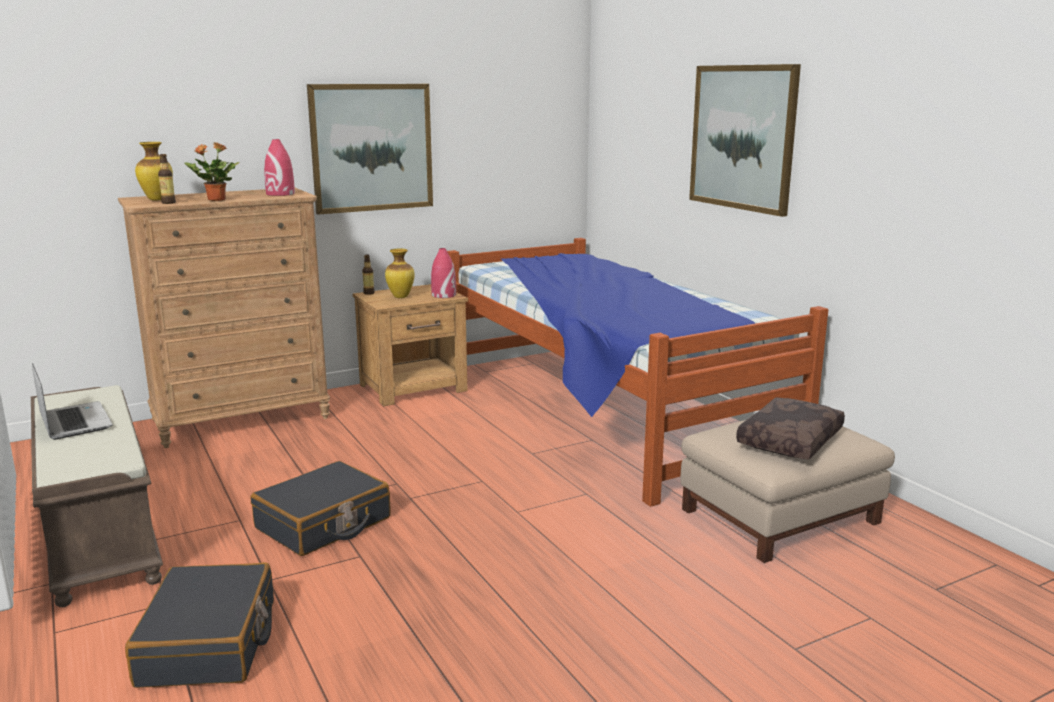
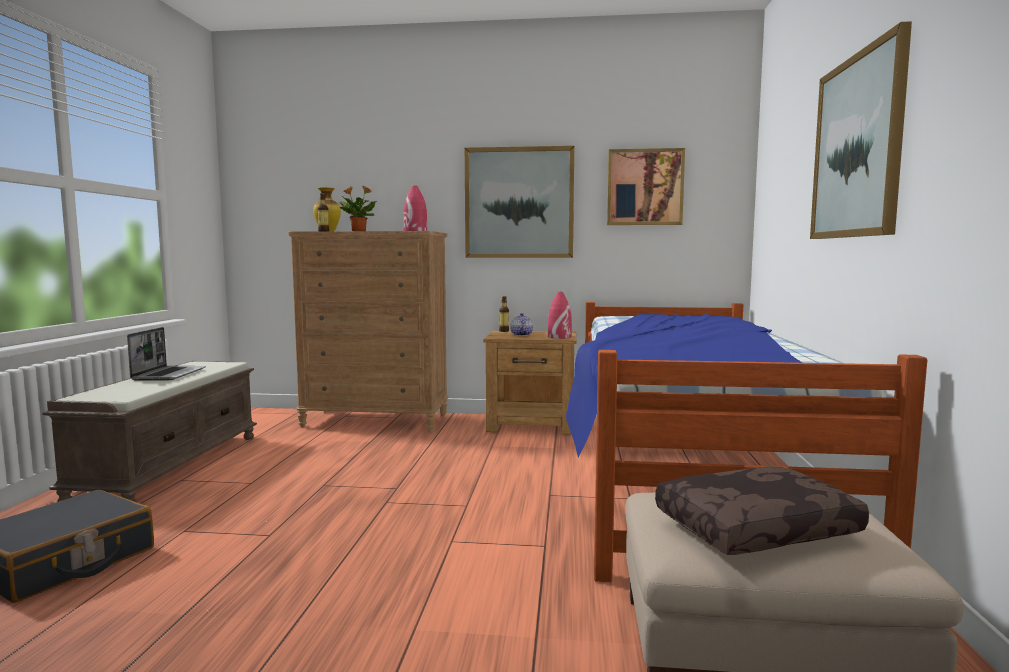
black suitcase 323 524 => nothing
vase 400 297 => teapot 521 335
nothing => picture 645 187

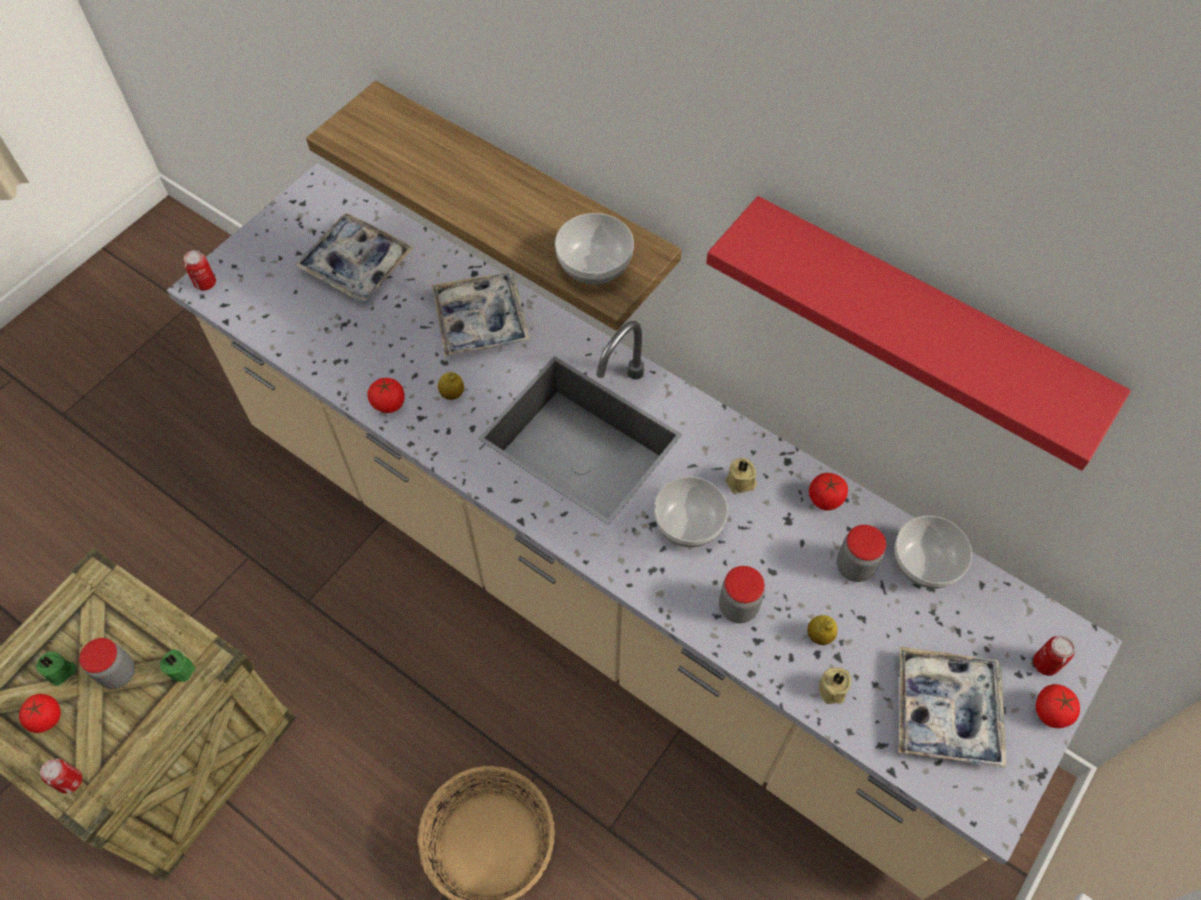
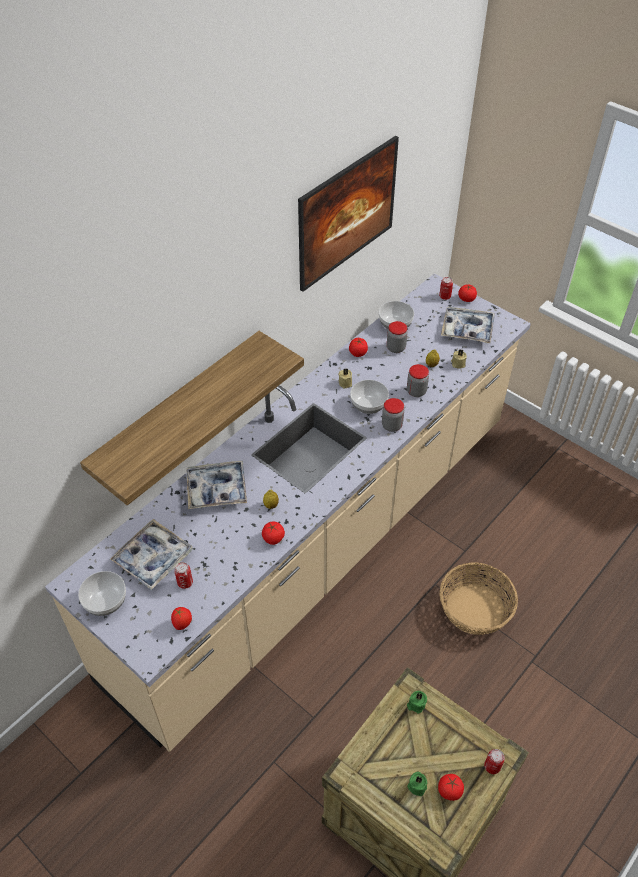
jar 118 673 => jar 392 425, shifted
can 205 283 => can 185 582, shifted
bowl 595 266 => bowl 106 601, shifted
red shelf 919 321 => picture 346 235
nothing => tomato 182 624

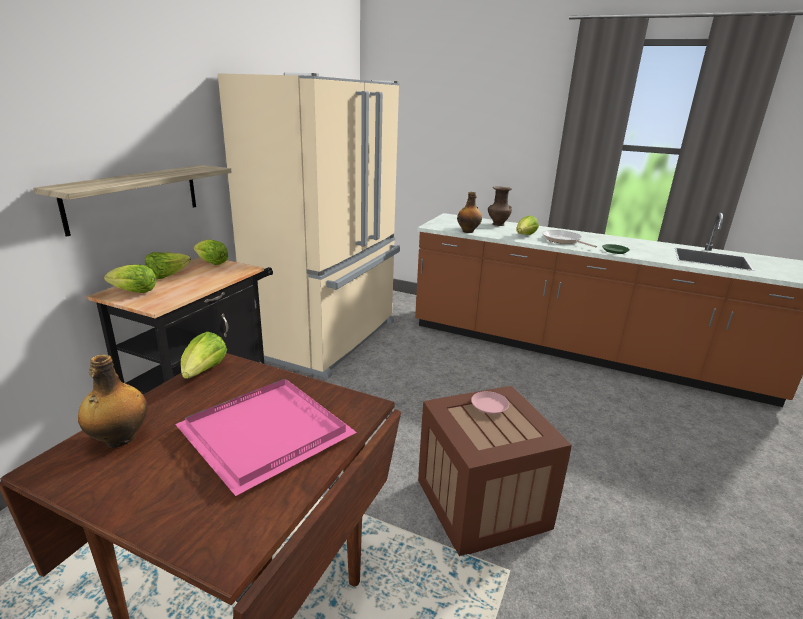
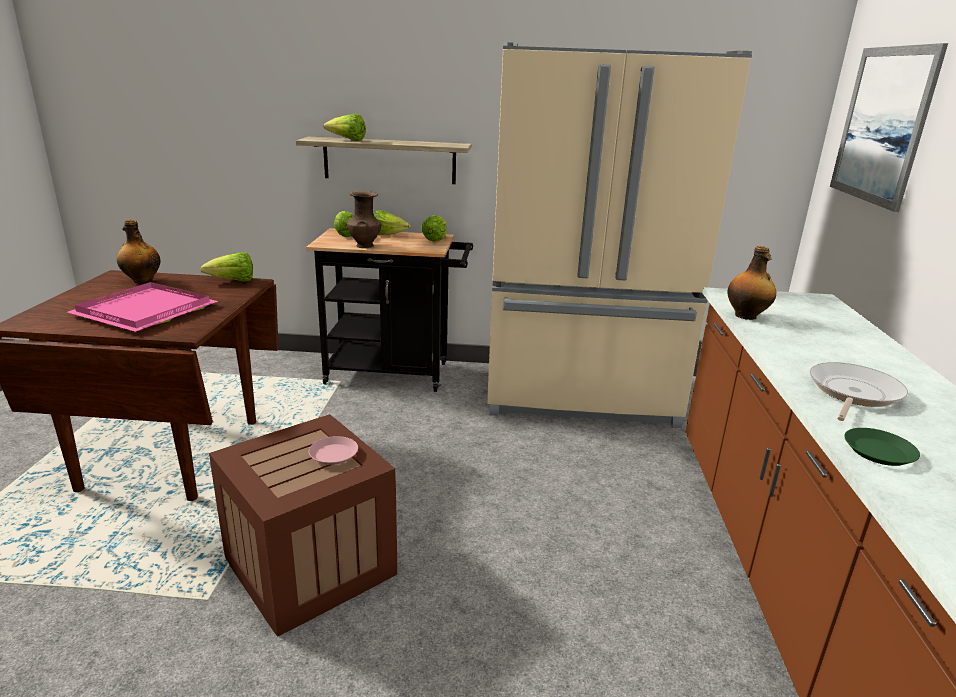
brown vase 497 224 => brown vase 364 246, shifted
lettuce 525 236 => lettuce 347 140, shifted
nothing => picture 882 125

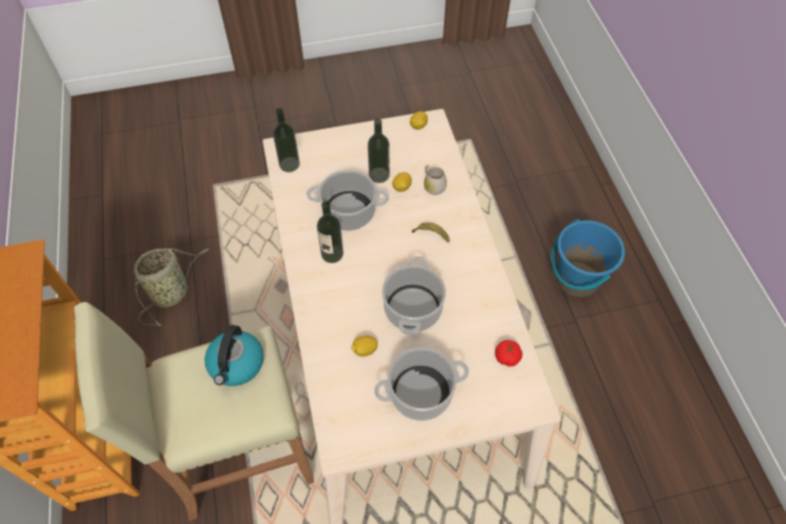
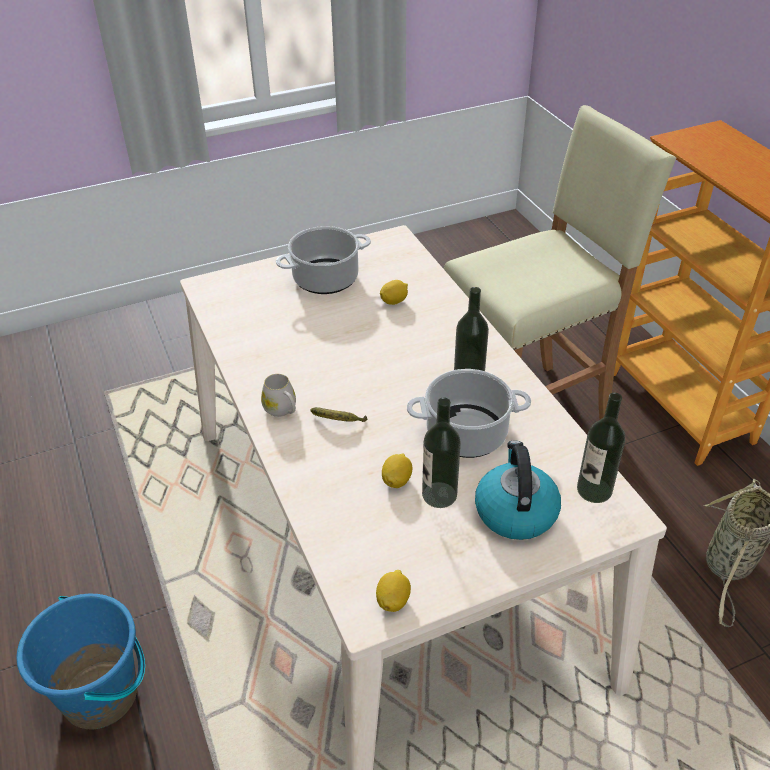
kettle 236 365 => kettle 515 511, shifted
cooking pot 412 308 => nothing
white mug 433 186 => white mug 282 410, shifted
tomato 507 357 => nothing

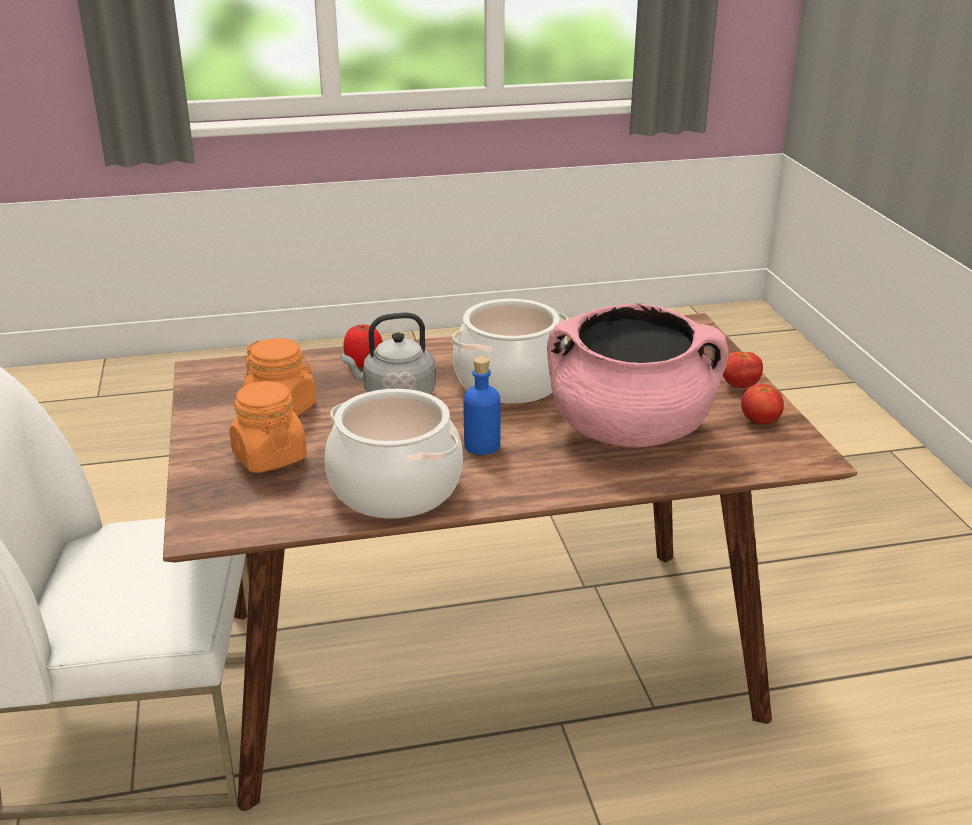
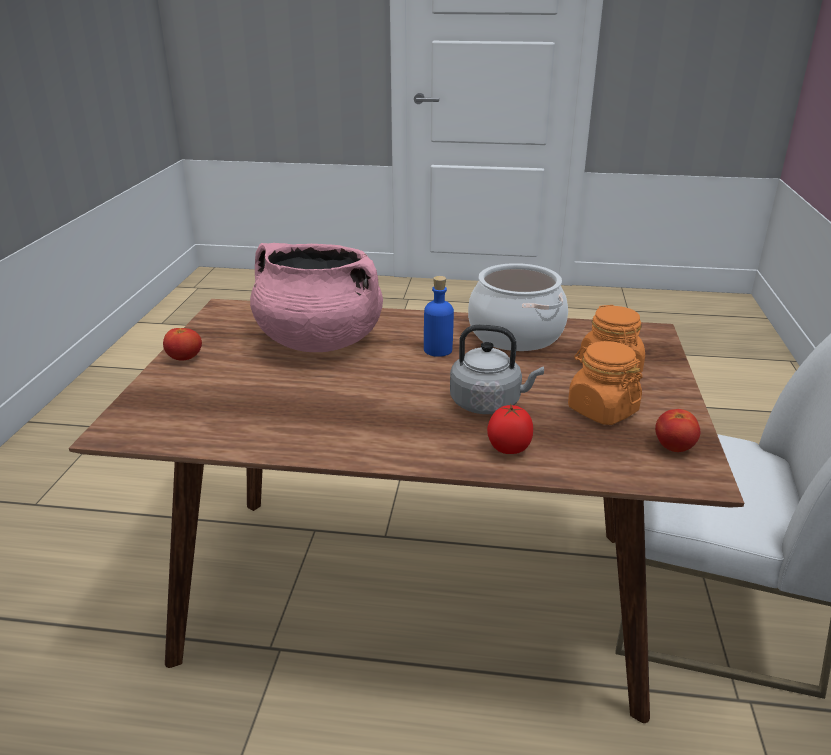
cooking pot 510 383 => nothing
tomato 759 422 => tomato 674 447, shifted

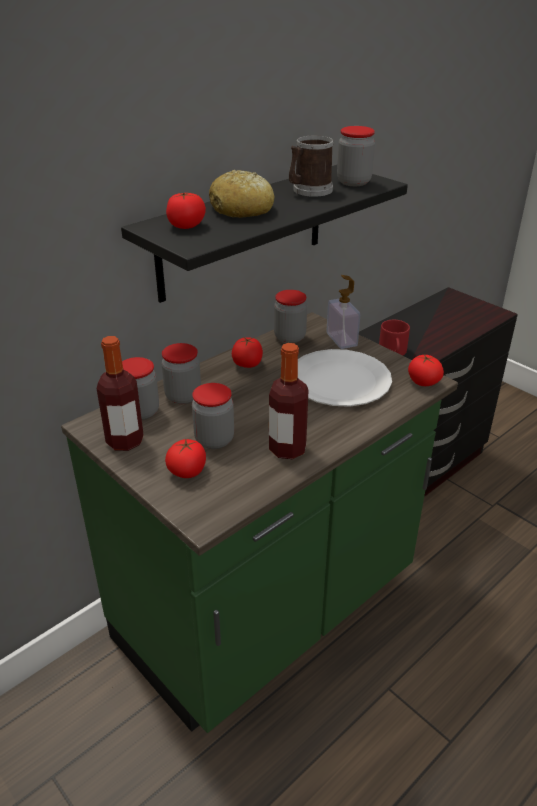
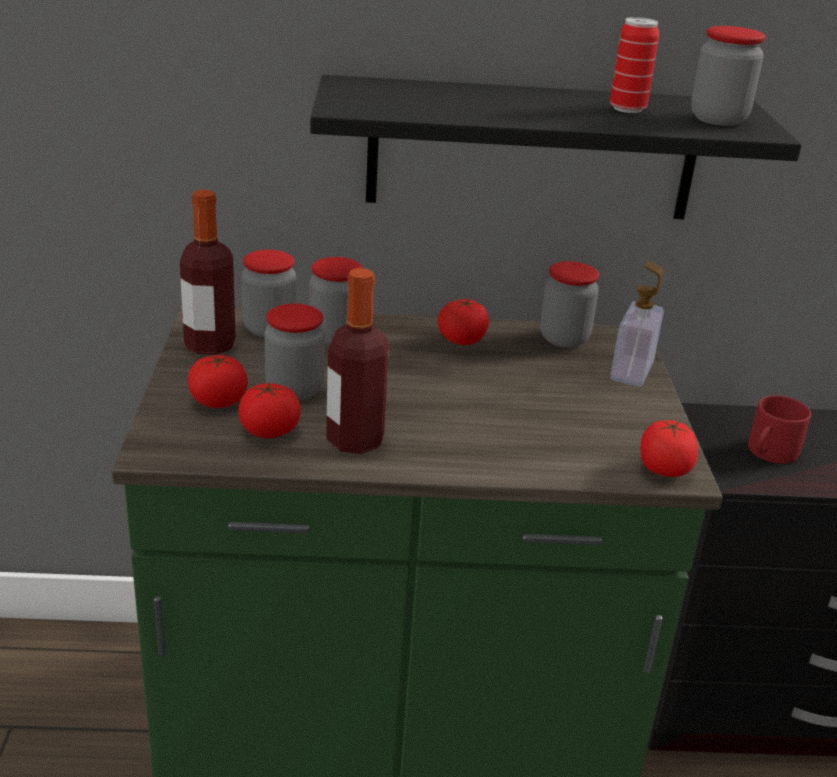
tomato 186 226 => tomato 270 431, shifted
bread 242 209 => nothing
mug 309 190 => can 627 109
white plate 339 380 => nothing

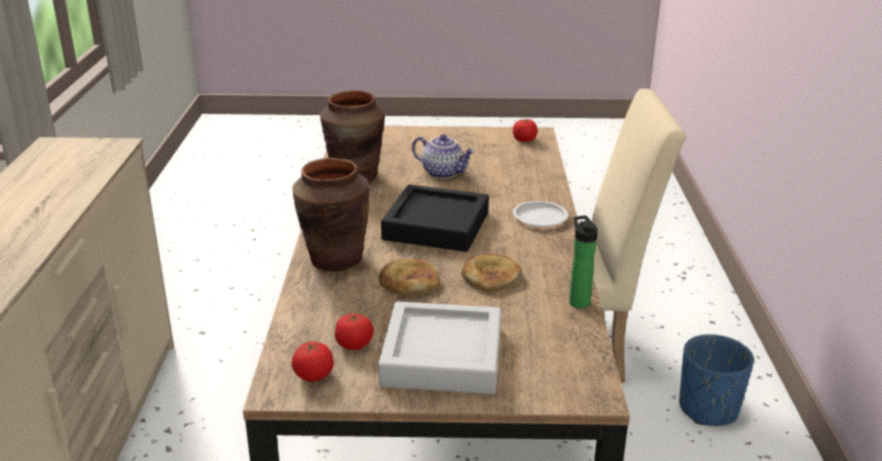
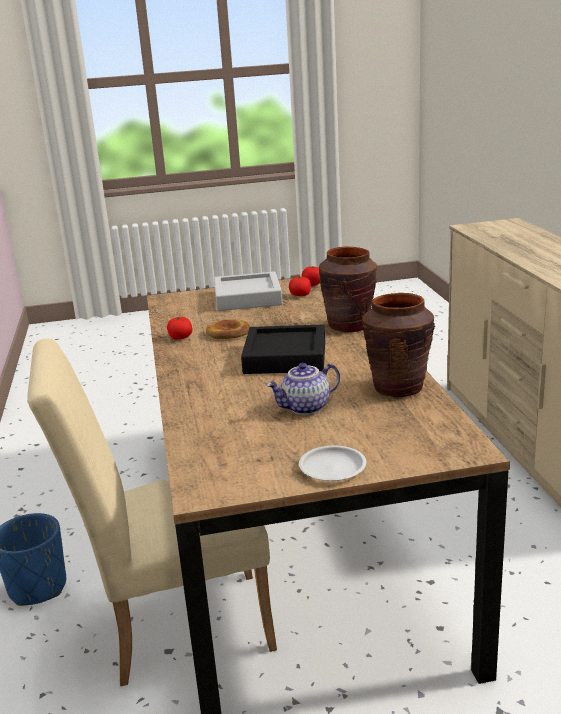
bread 409 281 => nothing
teapot 443 173 => teapot 305 408, 45 degrees counterclockwise
tomato 524 140 => tomato 180 338, shifted
white plate 540 217 => white plate 332 468, shifted
bottle 578 301 => nothing

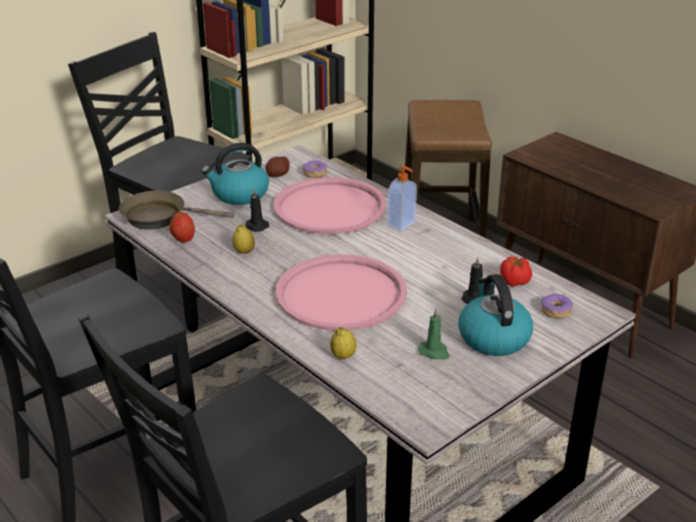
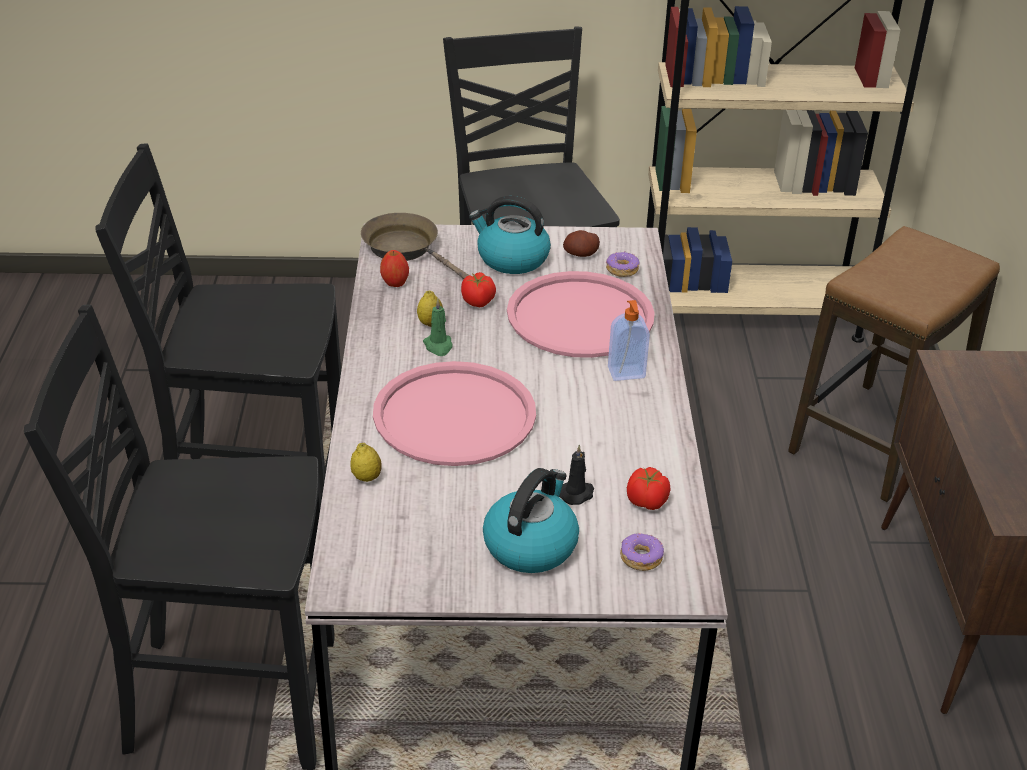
black candle 256 226 => tomato 478 302
green candle 434 352 => green candle 438 346, shifted

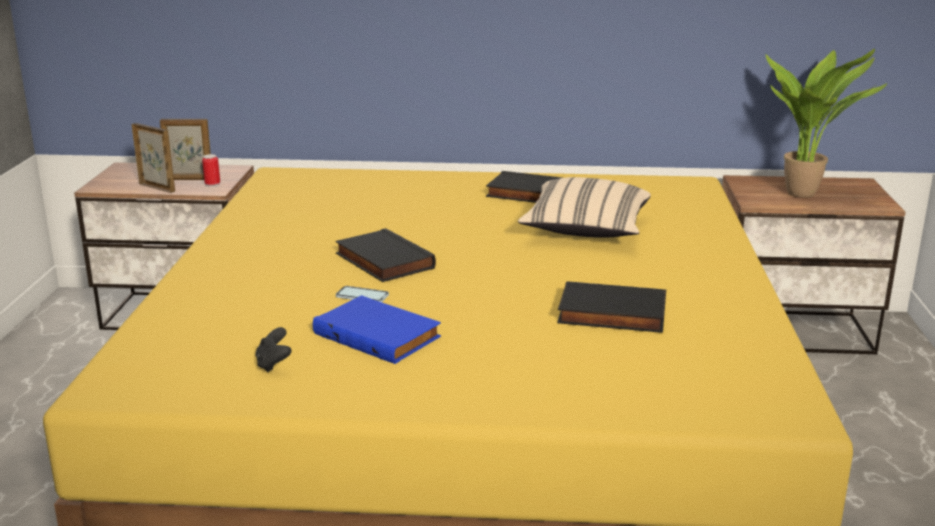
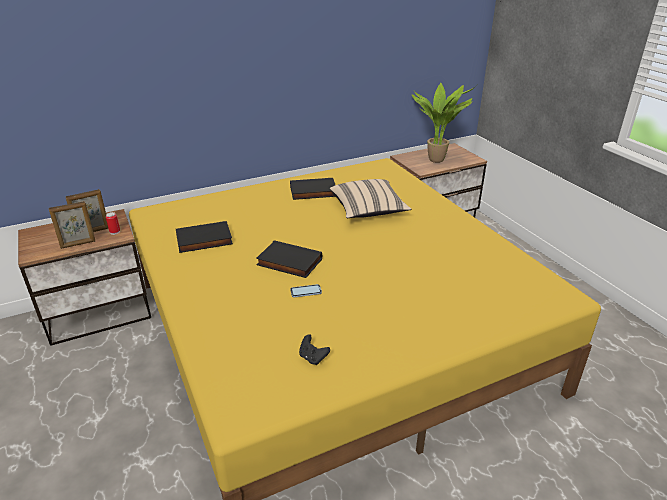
picture frame 157 188 => picture frame 78 244, 150 degrees clockwise
blue book 379 335 => nothing
black book 611 315 => black book 204 240, shifted

